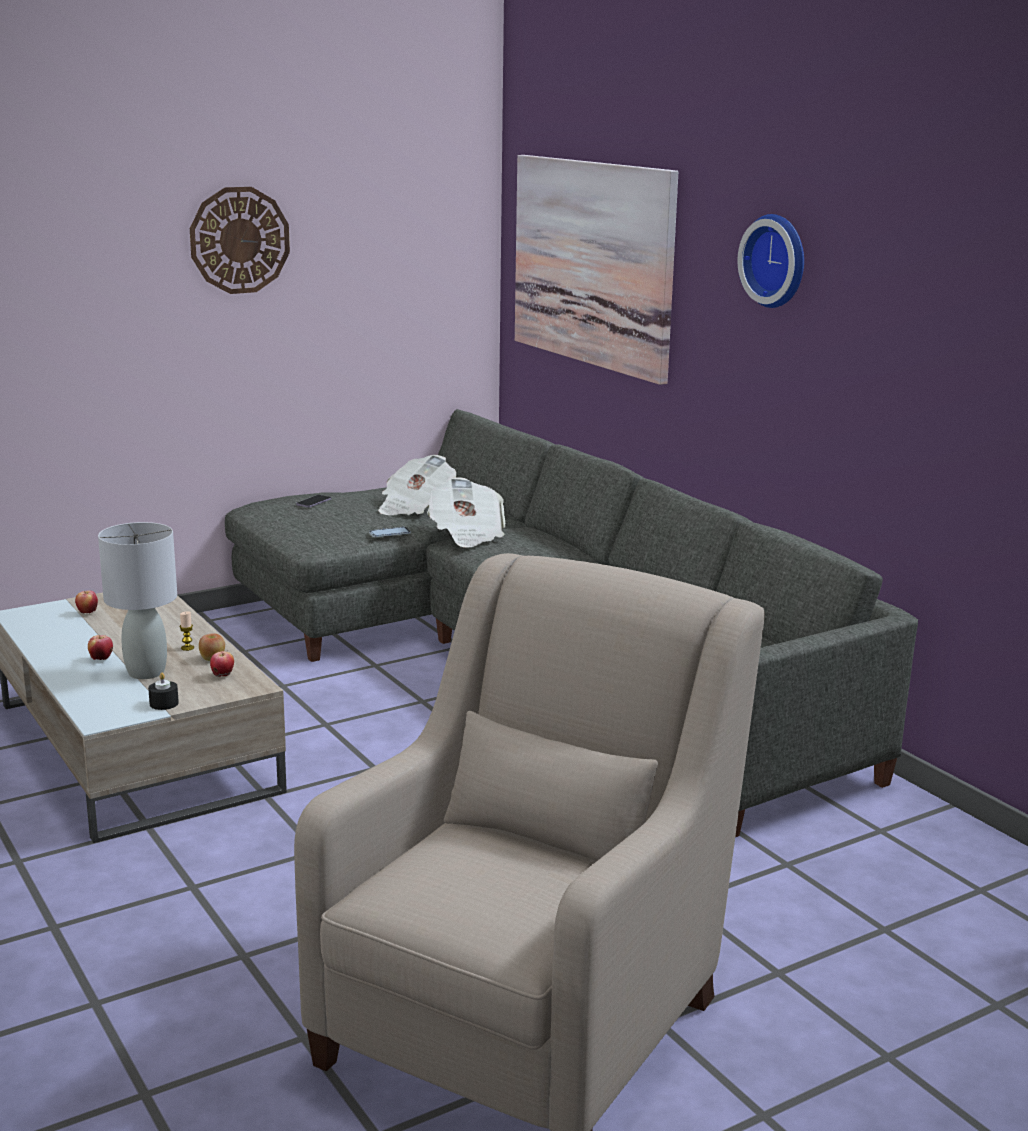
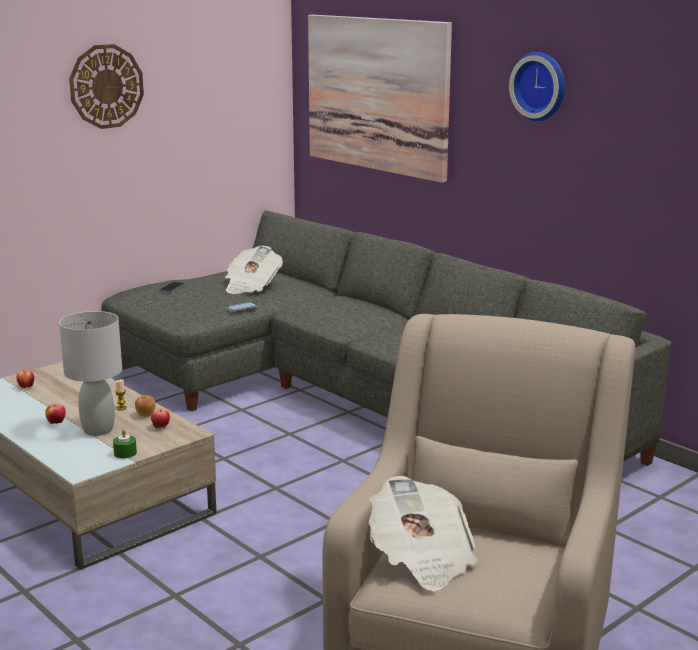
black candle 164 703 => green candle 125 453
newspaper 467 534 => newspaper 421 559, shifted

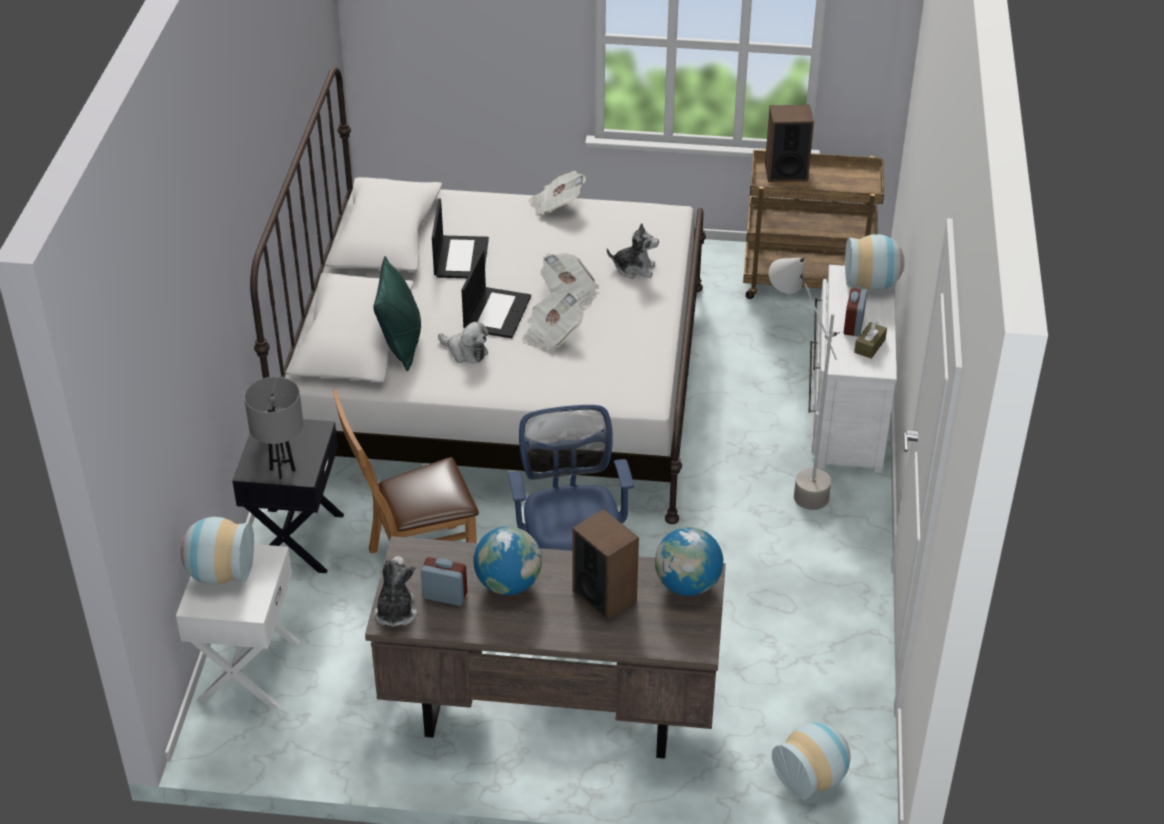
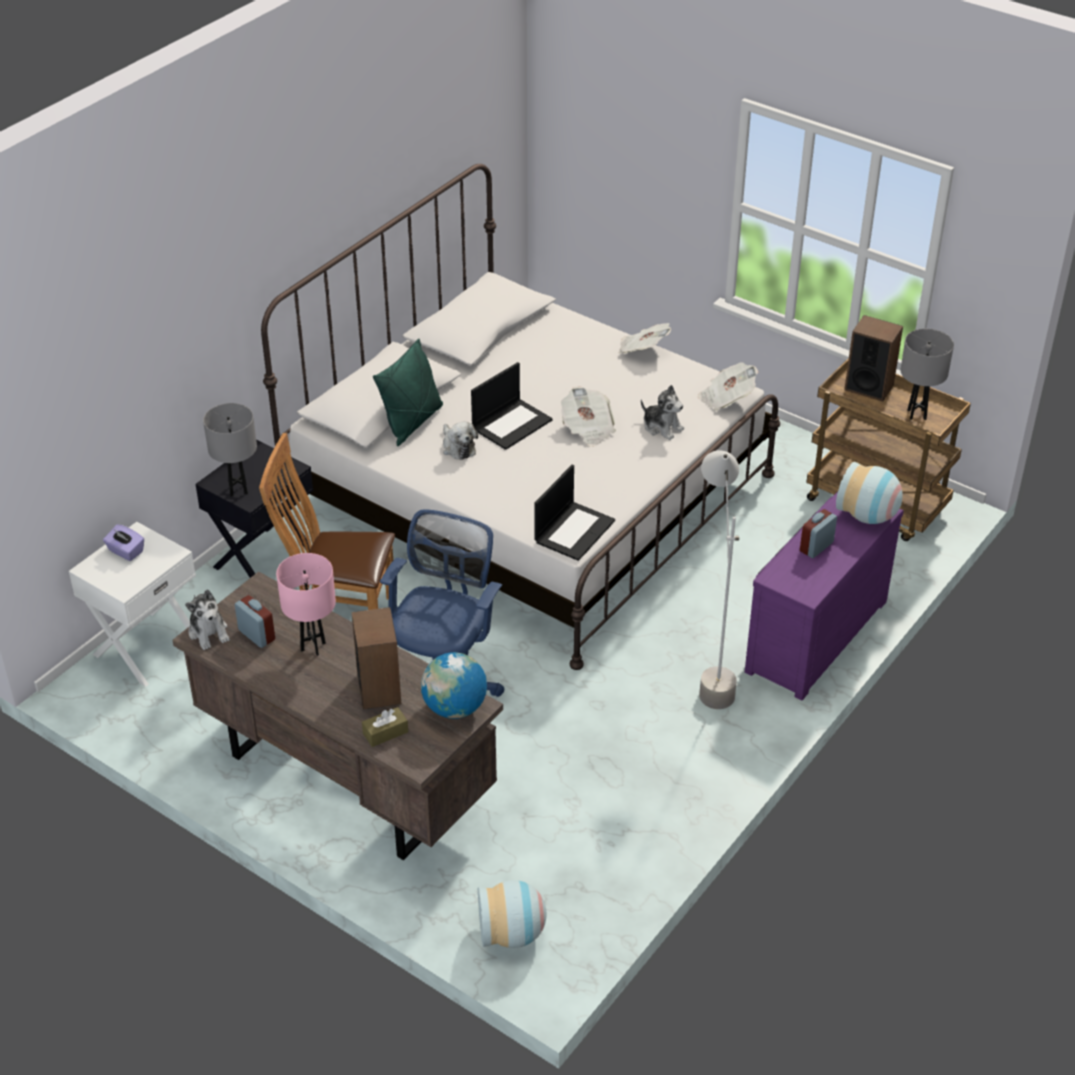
vase 219 573 => purple tissue box 125 551
plush toy 395 612 => plush toy 209 632, 120 degrees clockwise
laptop 460 257 => laptop 574 530, shifted
globe 508 584 => pink table lamp 313 646
newspaper 551 334 => newspaper 726 398, shifted
white dresser 845 413 => purple dresser 812 634
brown tissue box 869 346 => brown tissue box 385 733, shifted
nothing => grey table lamp 916 414

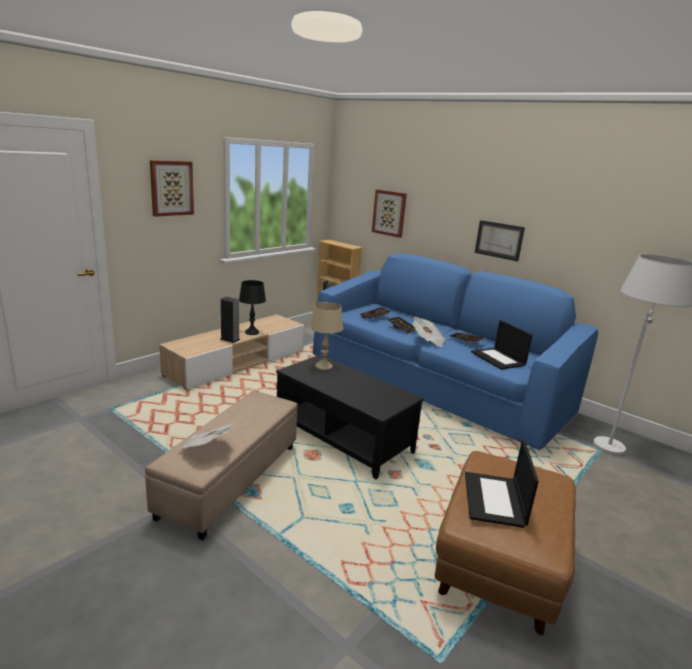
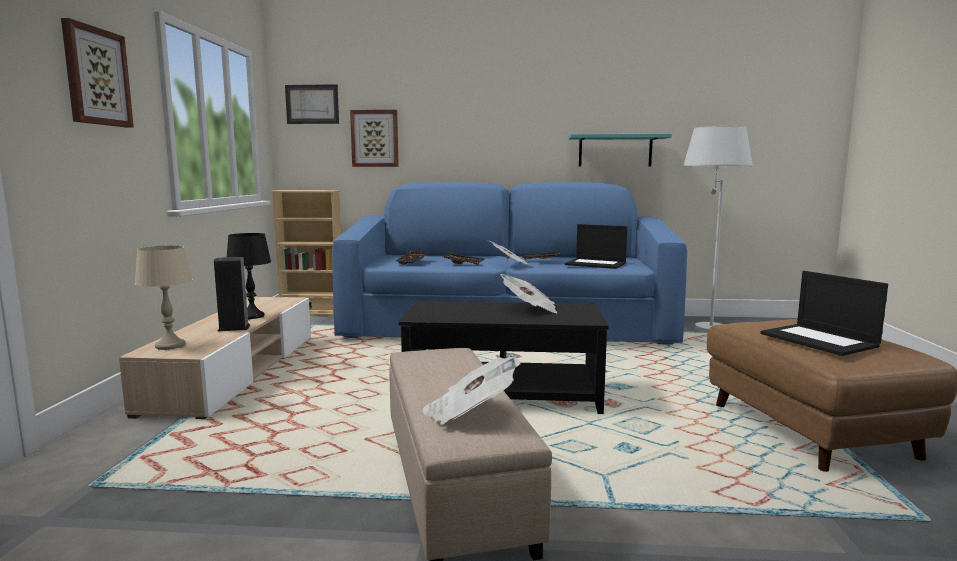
beige table lamp 323 367 => beige table lamp 170 345, shifted
picture 499 240 => picture 312 104, shifted
nothing => newspaper 530 309
nothing => turquoise shelf 615 151

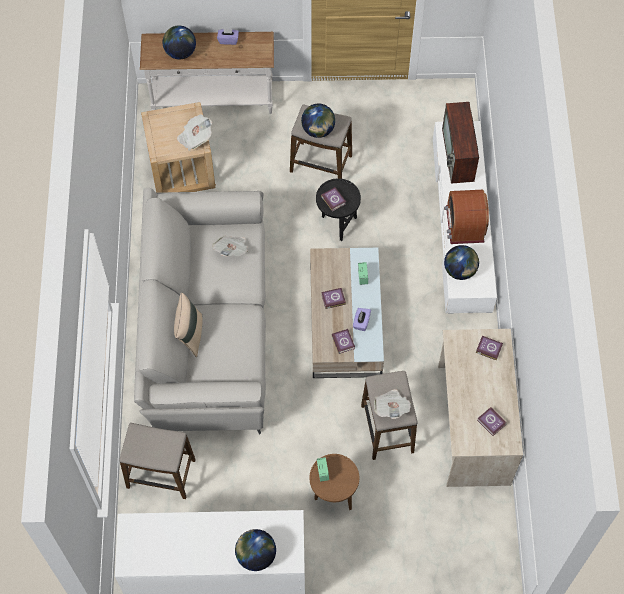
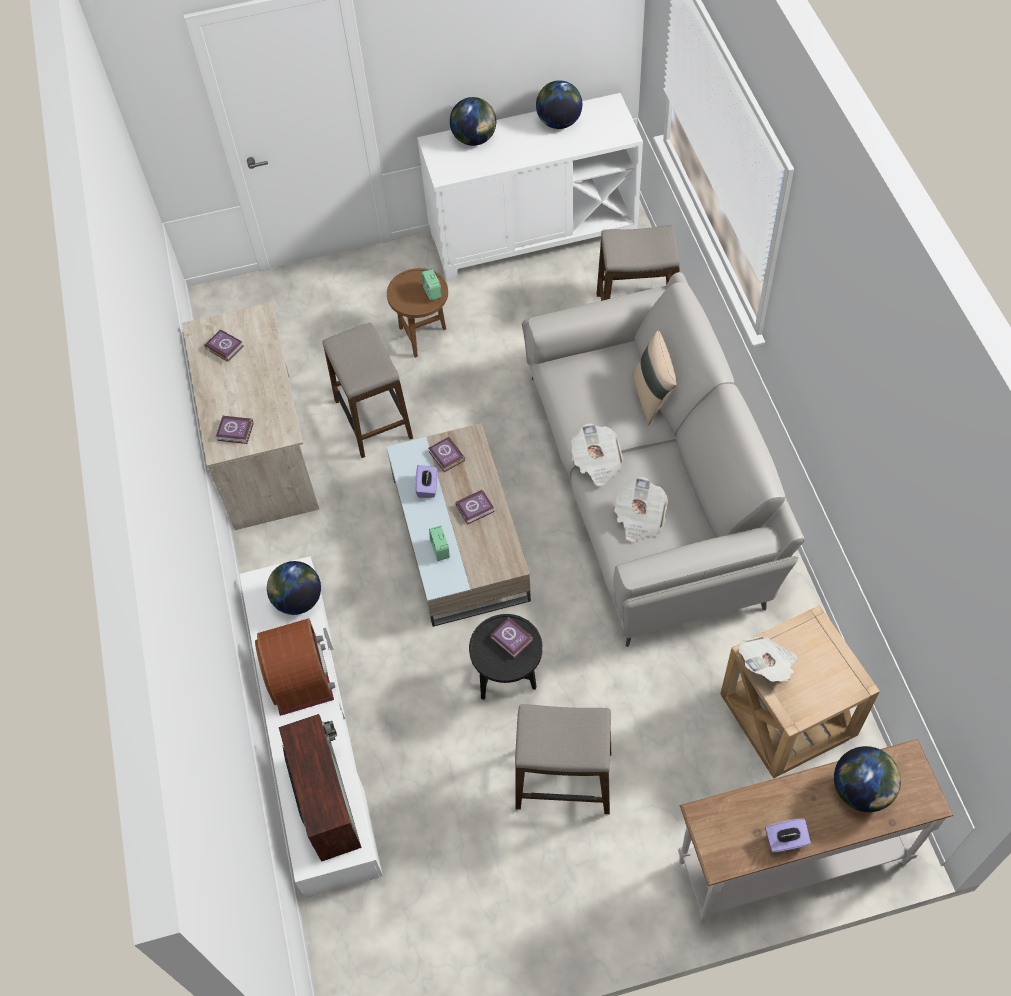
globe 318 130 => globe 559 122, shifted
newspaper 391 408 => newspaper 597 463, shifted

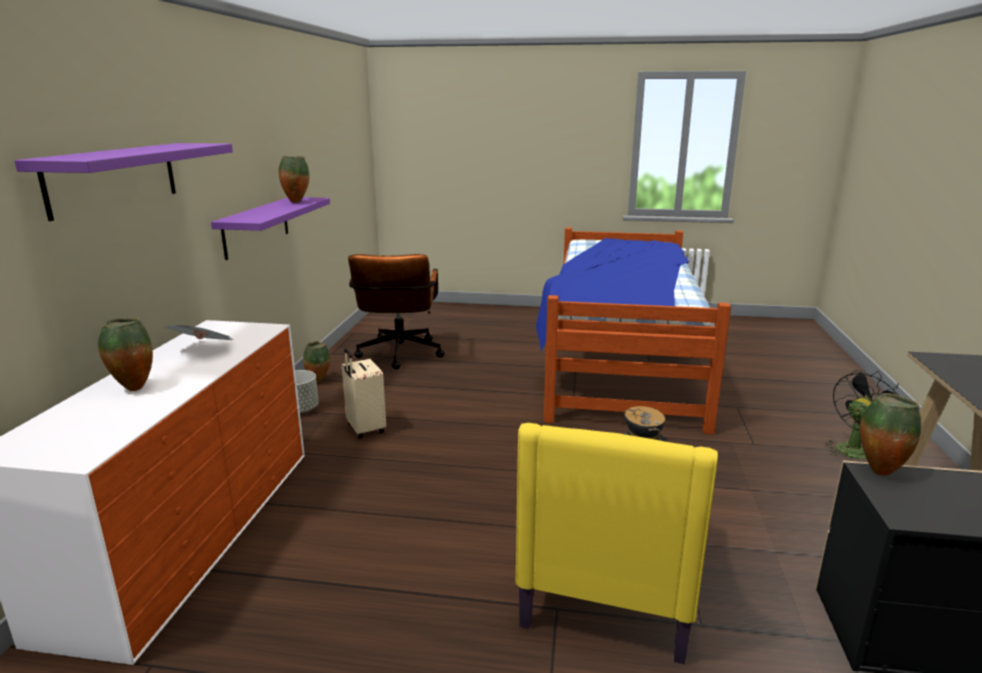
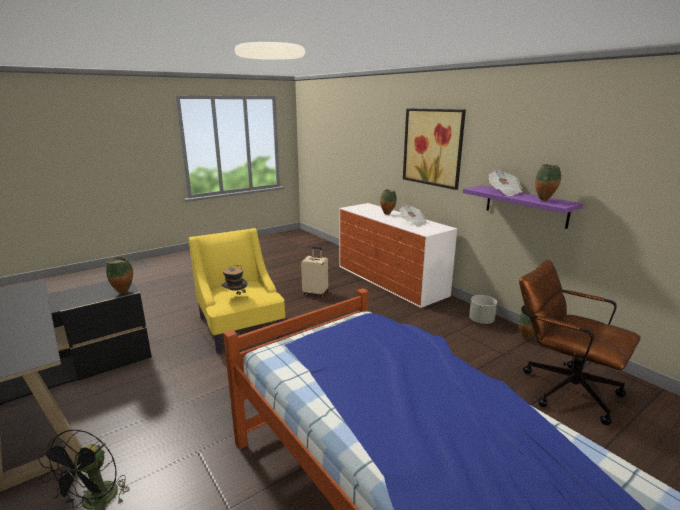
purple shelf 114 178 => picture 432 147
beige suitcase 364 429 => beige suitcase 316 293, shifted
nothing => newspaper 504 192

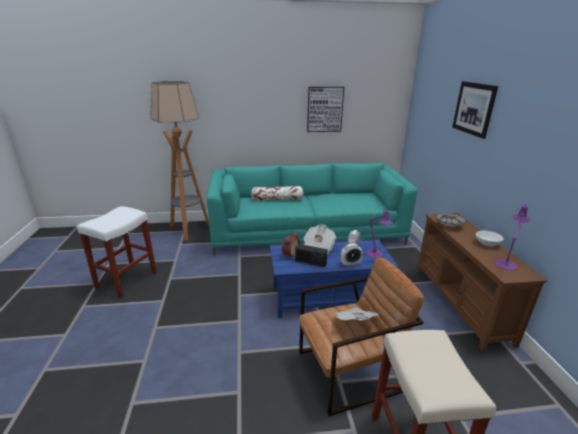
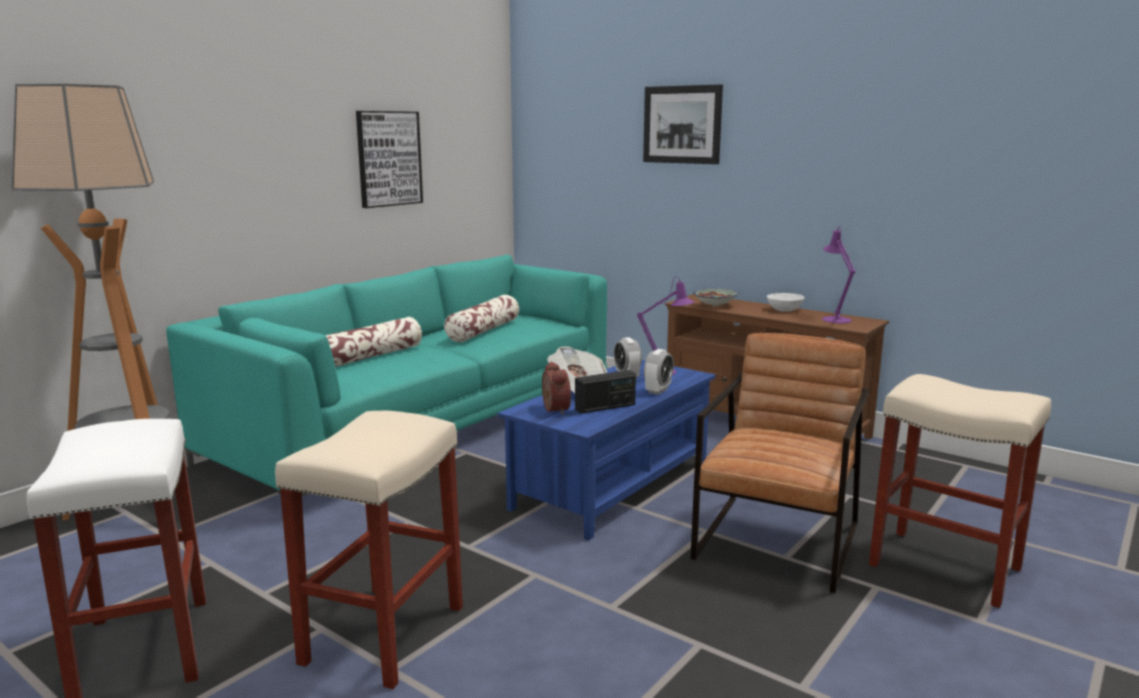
newspaper 354 323 => nothing
nothing => beige stool 384 633
nothing => pillow 483 331

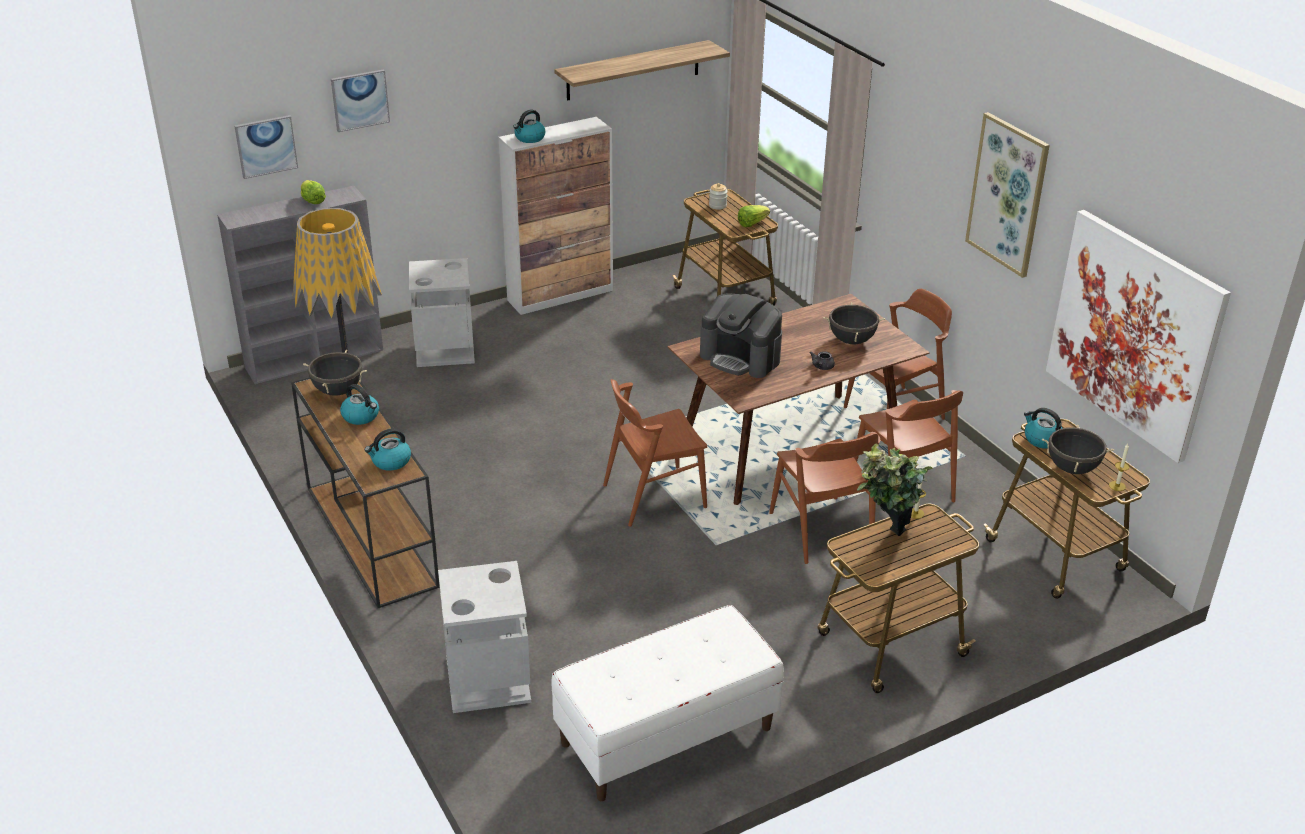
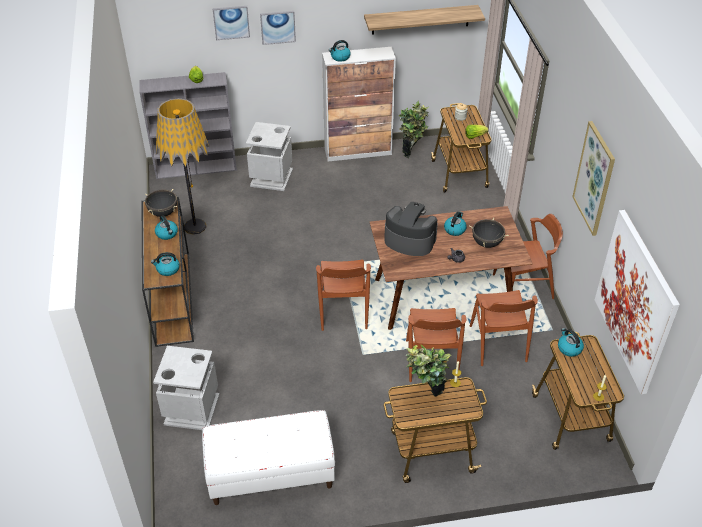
picture 266 146 => picture 278 27, shifted
brown chair 654 496 => brown chair 343 310, 90 degrees counterclockwise
coffee machine 741 358 => coffee machine 409 240, 150 degrees clockwise
black cooking pot 1072 468 => nothing
nothing => potted plant 412 151
nothing => kettle 454 229

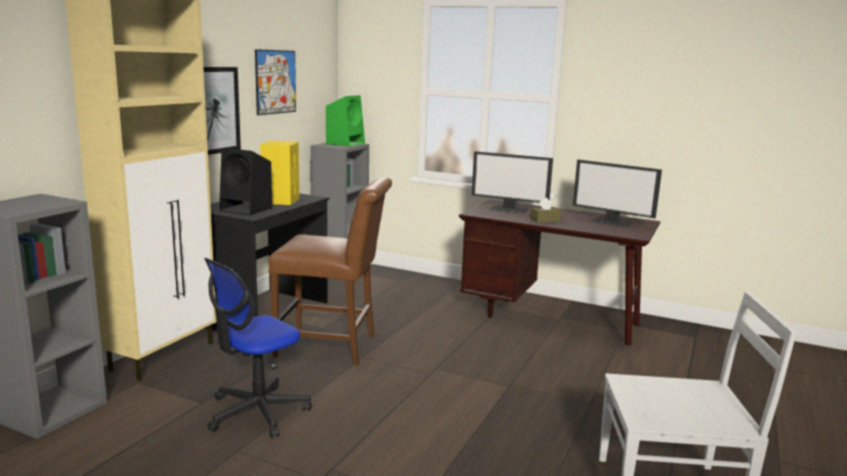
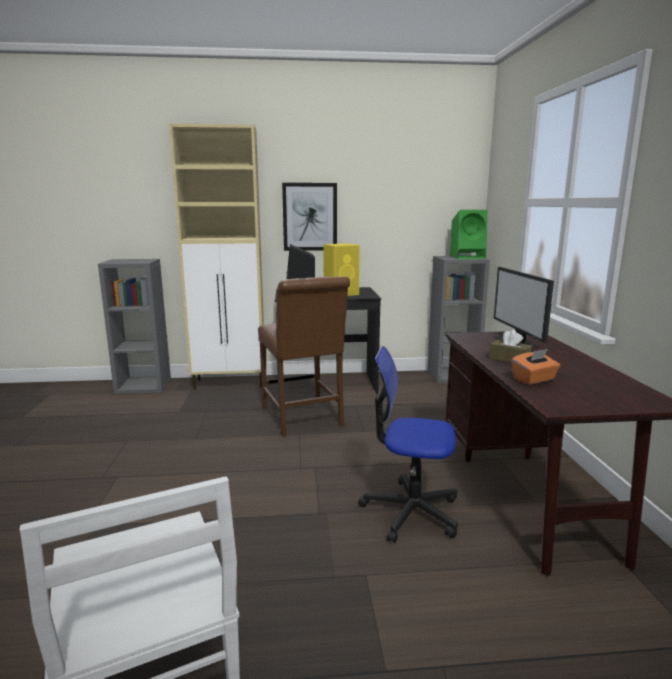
office chair 257 412 => office chair 410 511, shifted
picture 275 82 => nothing
monitor 612 222 => nothing
nothing => orange tissue box 534 380

